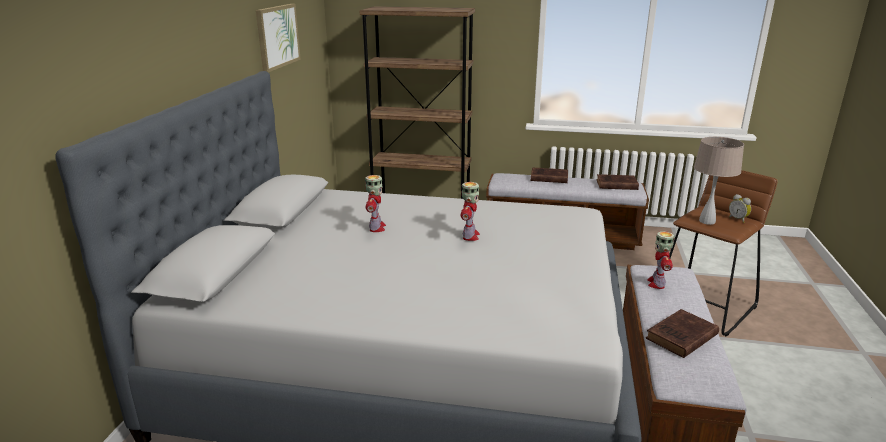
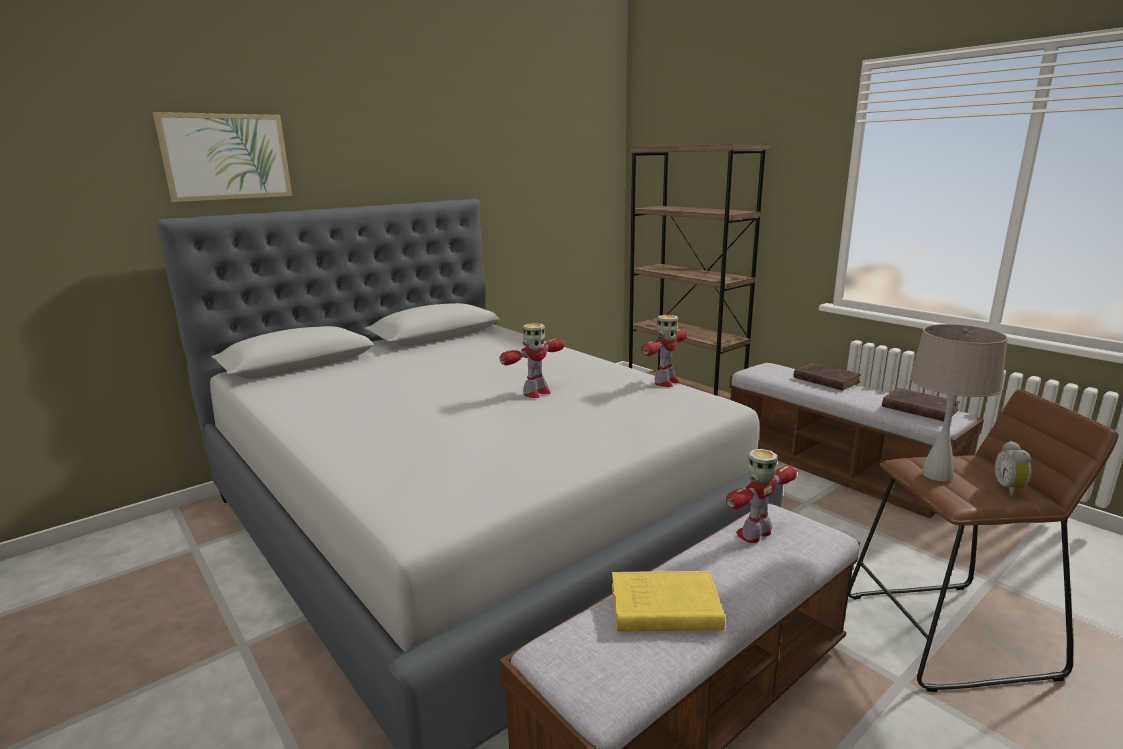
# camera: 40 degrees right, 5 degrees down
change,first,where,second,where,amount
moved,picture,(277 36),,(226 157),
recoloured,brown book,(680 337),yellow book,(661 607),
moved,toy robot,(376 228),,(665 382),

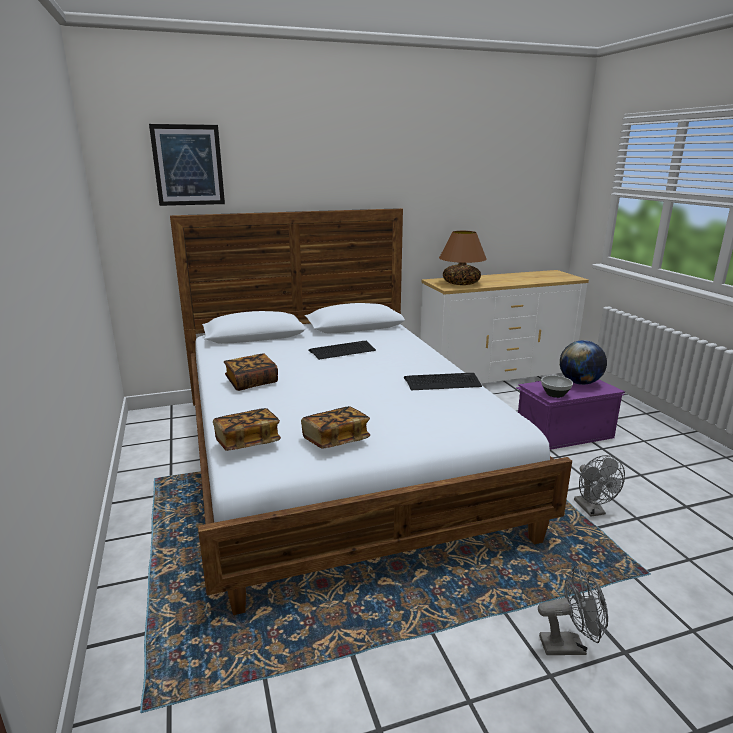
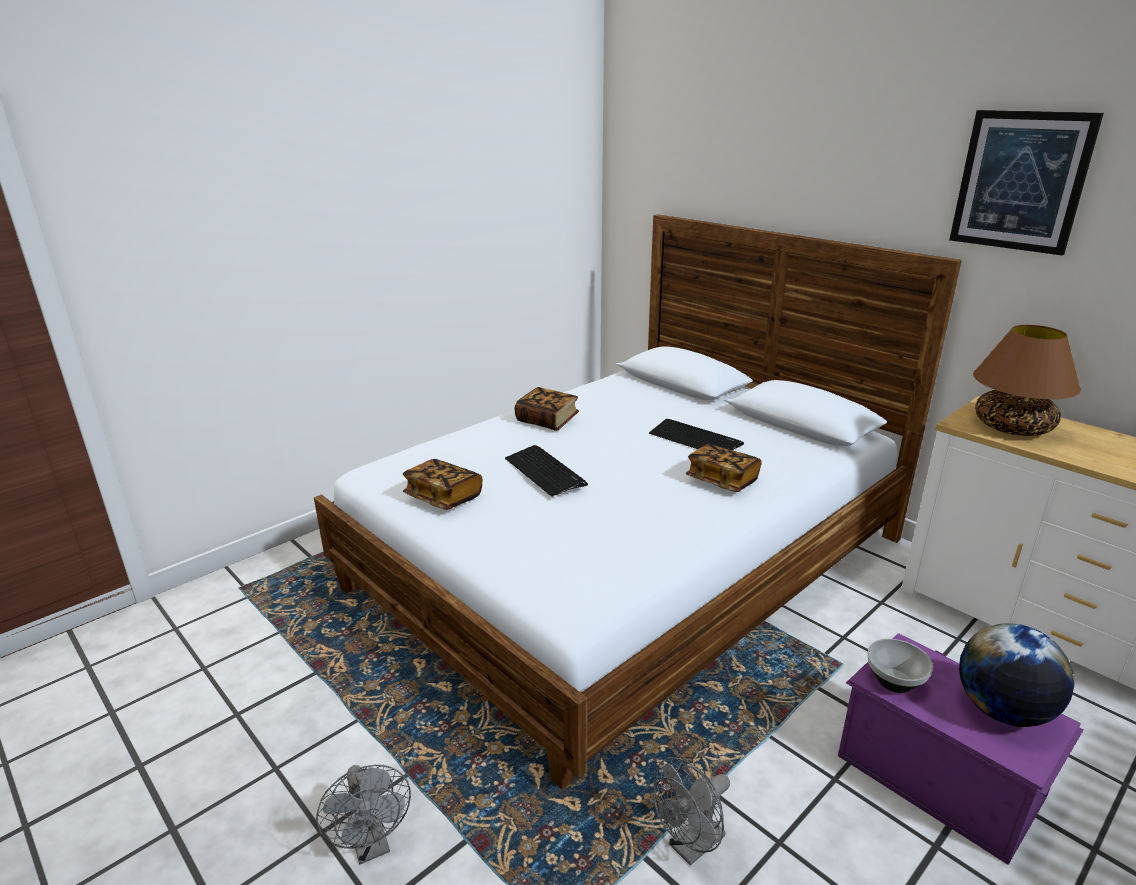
# camera: 65 degrees right, 5 degrees up
change,first,where,second,where,amount
moved,keyboard,(442 382),,(545 471),
moved,book,(247 442),,(722 481),
moved,picture,(188 165),,(1021 181),

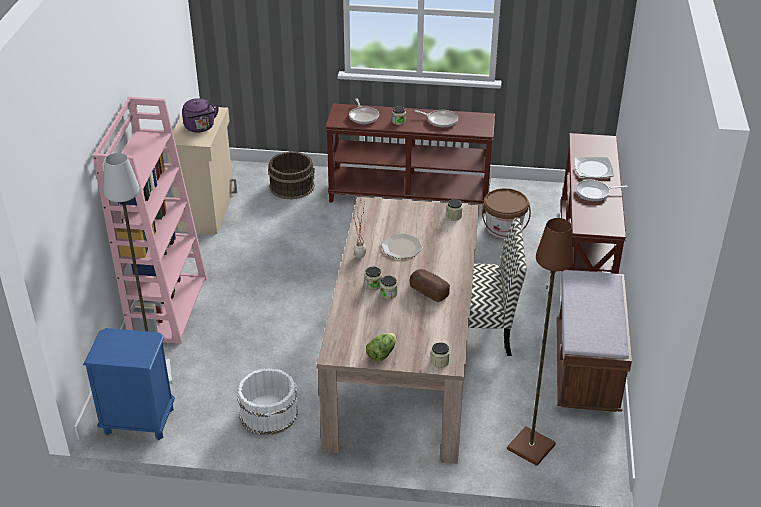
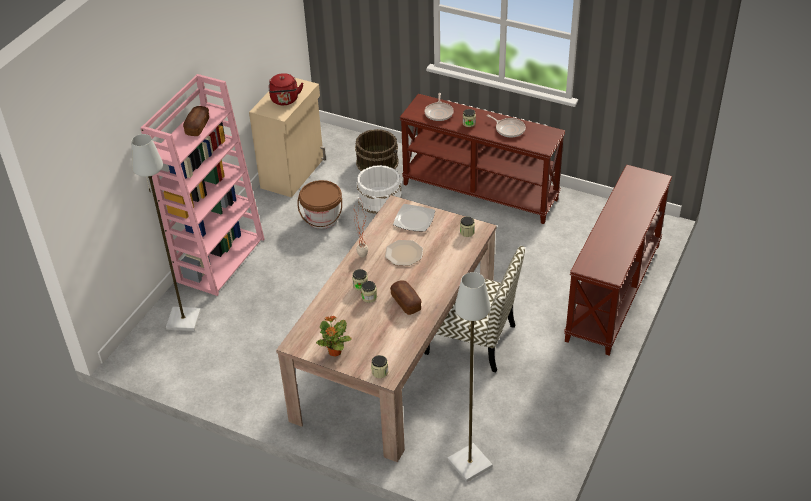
# camera: 20 degrees right, 5 degrees up
change,first,where,second,where,amount
added,,,bread,(197 126),
recoloured,purple kettle,(200 128),red kettle,(285 100),
moved,brown bucket,(504 229),,(322 218),
replaced,lettuce,(381 353),potted plant,(334 352),
moved,white bucket,(268 413),,(379 199),
moved,plate,(593 169),,(414 219),
recoloured,brown floor lamp,(530 447),grey floor lamp,(468 463),
removed,blue nightstand,(139 421),,,
removed,brown bench,(586 369),,,
removed,frying pan,(595 193),,,

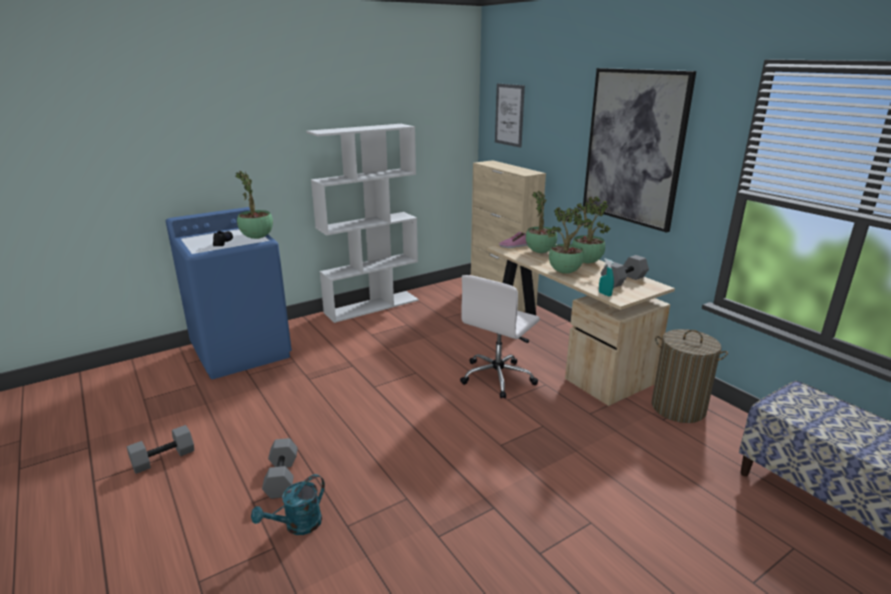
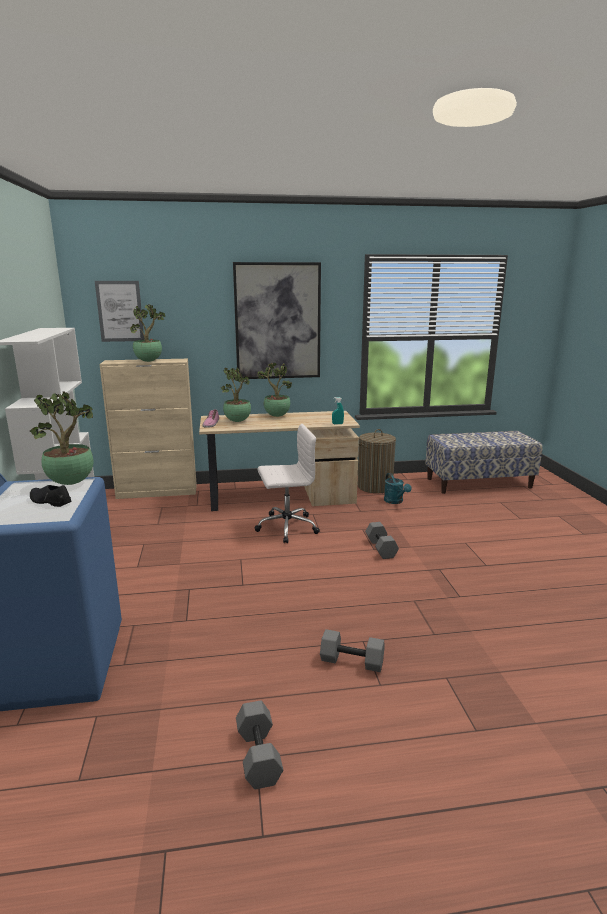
# camera: 65 degrees left, 5 degrees down
change,first,where,second,where,amount
moved,potted plant,(565 272),,(149 361),
turned,white office chair,(498 377),,(286 527),75 degrees counterclockwise
moved,grey dumbbell,(623 281),,(381 548),
moved,turquoise watering can,(297 526),,(395 501),

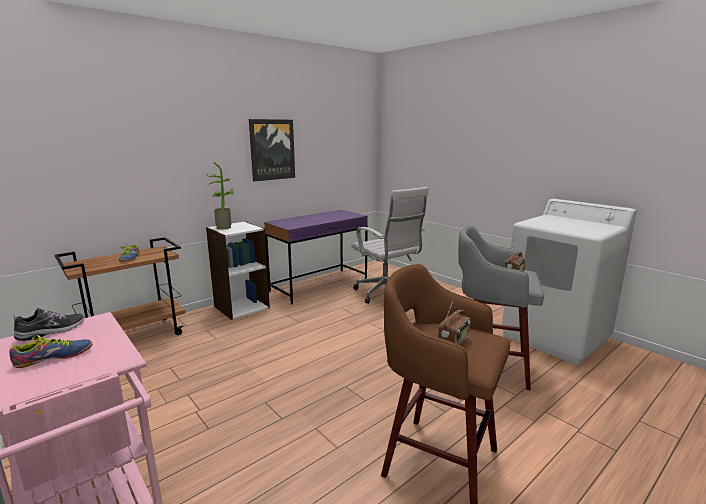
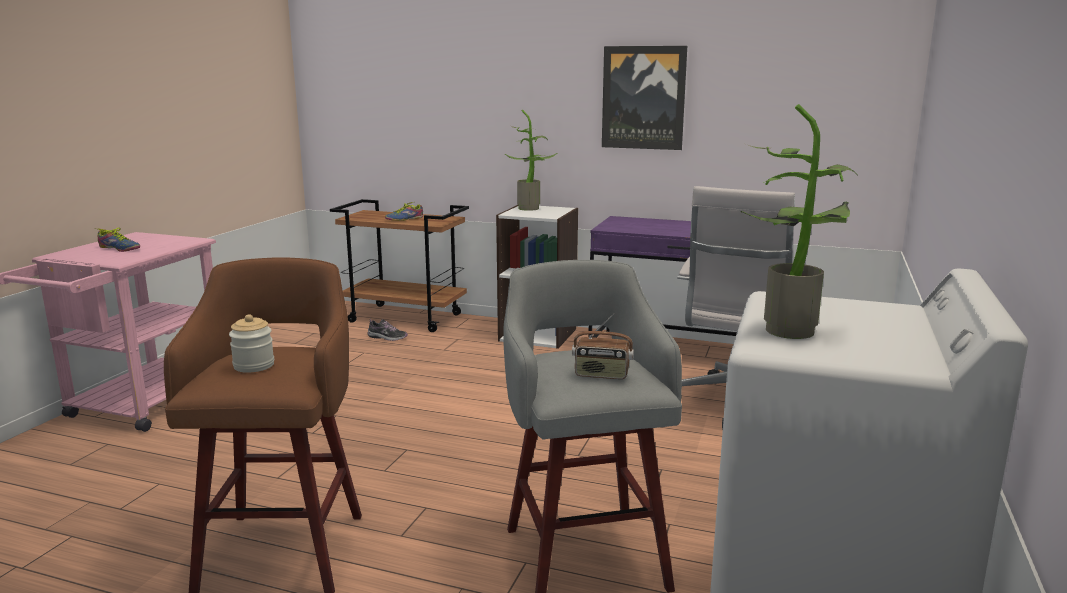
# camera: 60 degrees right, 0 degrees up
change,first,where,second,where,amount
replaced,radio,(454 341),jar,(254 365),
moved,shoe,(52 331),,(387 337),
added,,,potted plant,(791 328),

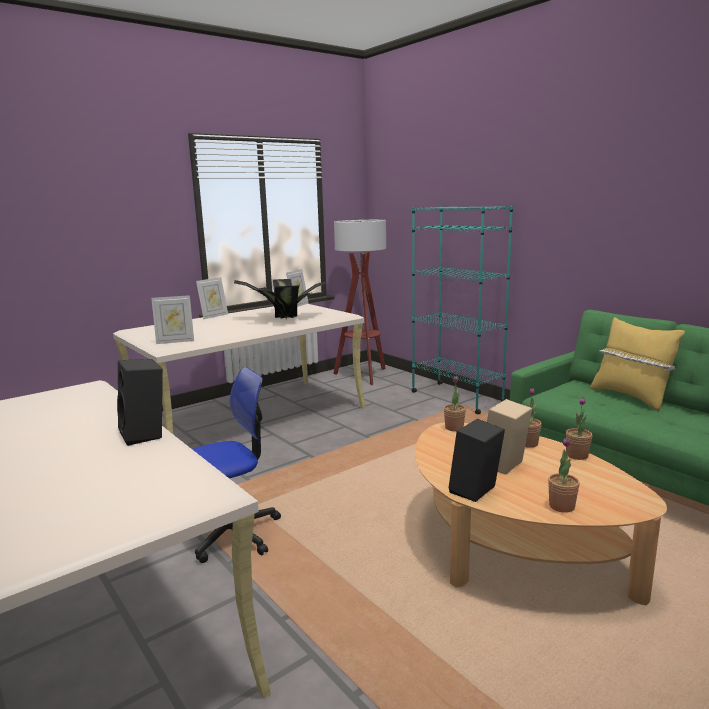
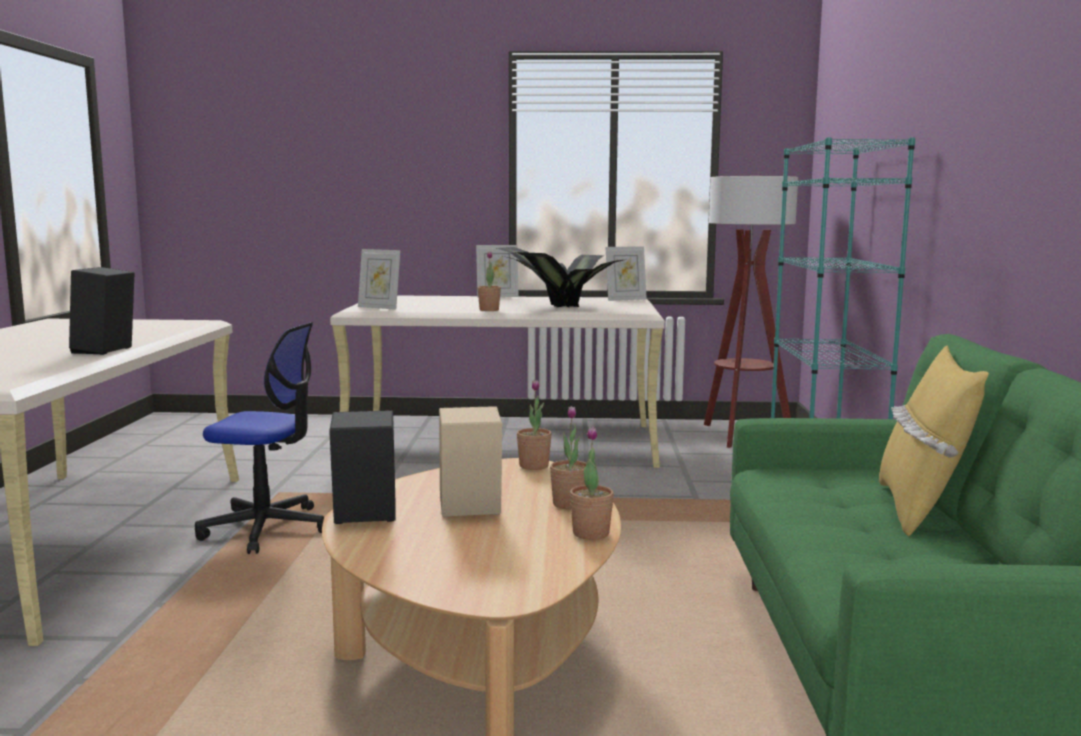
# camera: 40 degrees right, 5 degrees down
change,first,where,second,where,amount
moved,potted plant,(561 506),,(489 310),

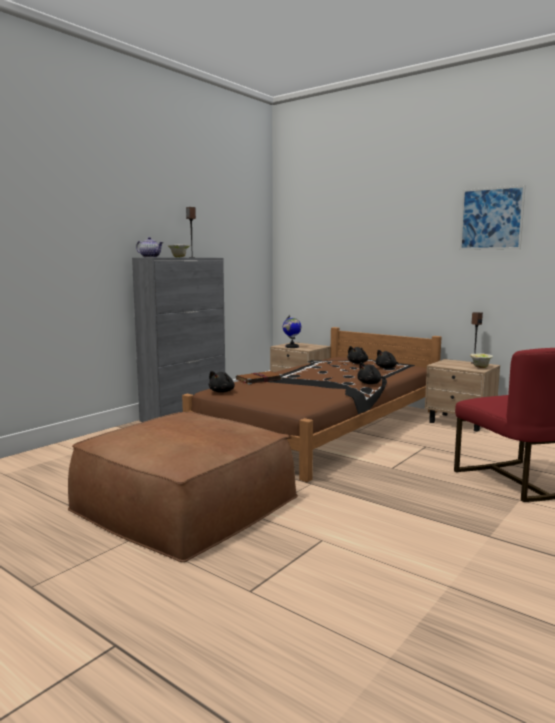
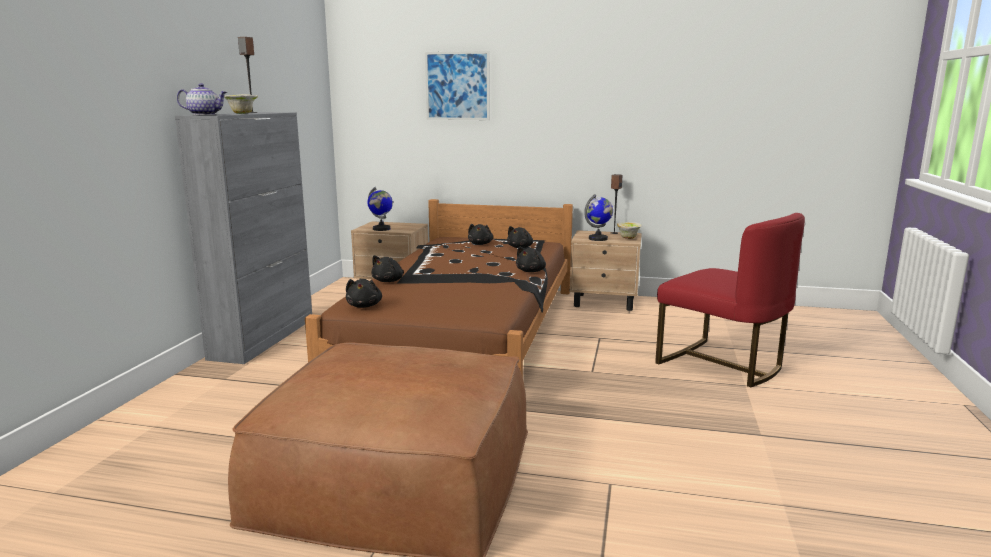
# camera: 25 degrees left, 5 degrees up
change,first,where,second,where,amount
replaced,brown book,(258 379),black plush toy,(389 281),
moved,picture,(491 218),,(457 86),
added,,,globe,(598 239),

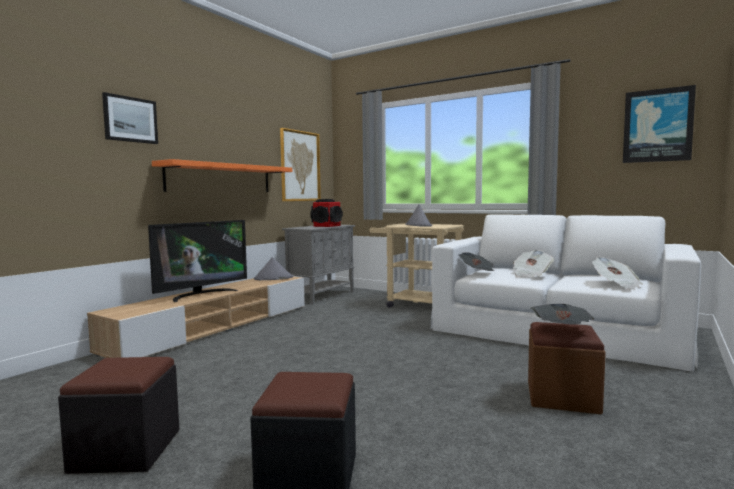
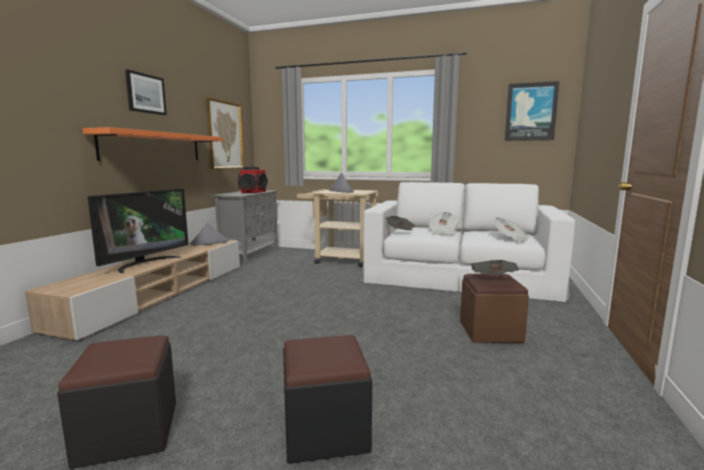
# camera: 15 degrees left, 5 degrees up
change,first,where,second,where,amount
moved,picture,(130 119),,(145 93),

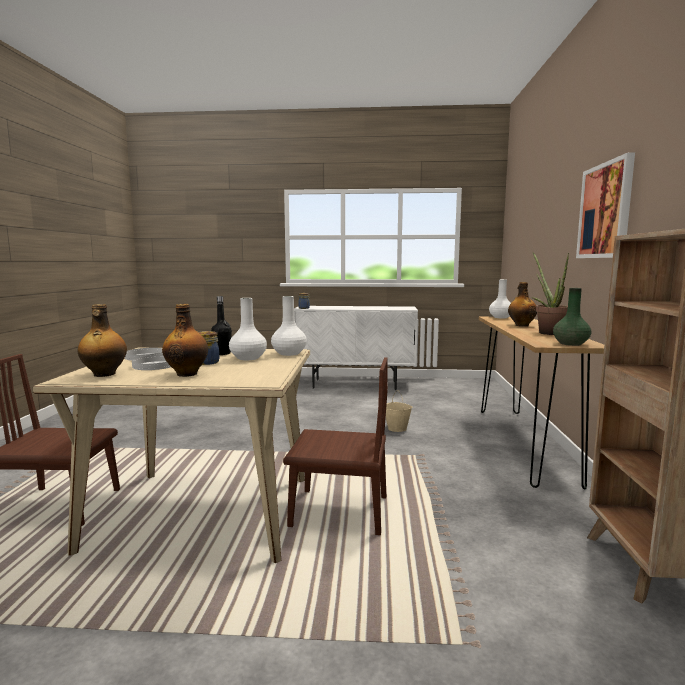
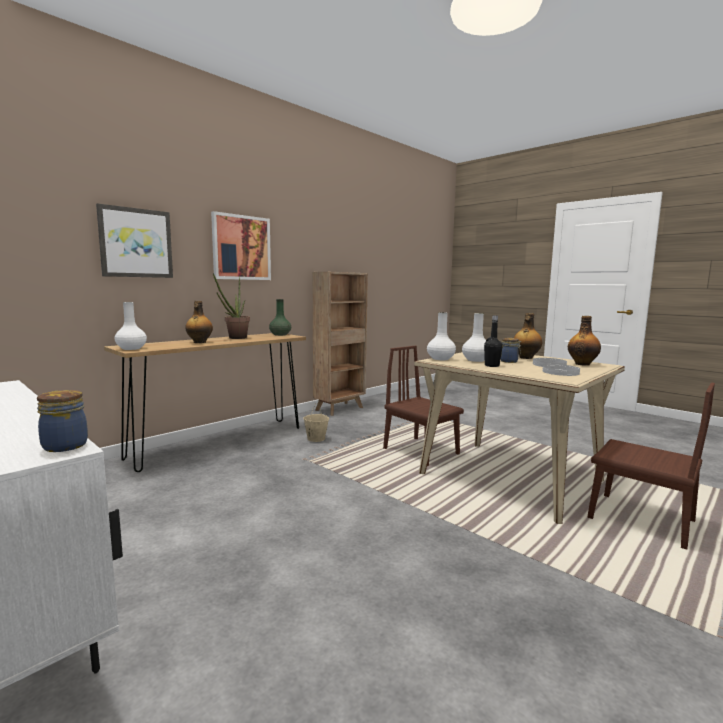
# camera: 140 degrees left, 0 degrees up
change,first,where,second,where,amount
added,,,picture,(136 243),
moved,beige bucket,(397 428),,(315 439),

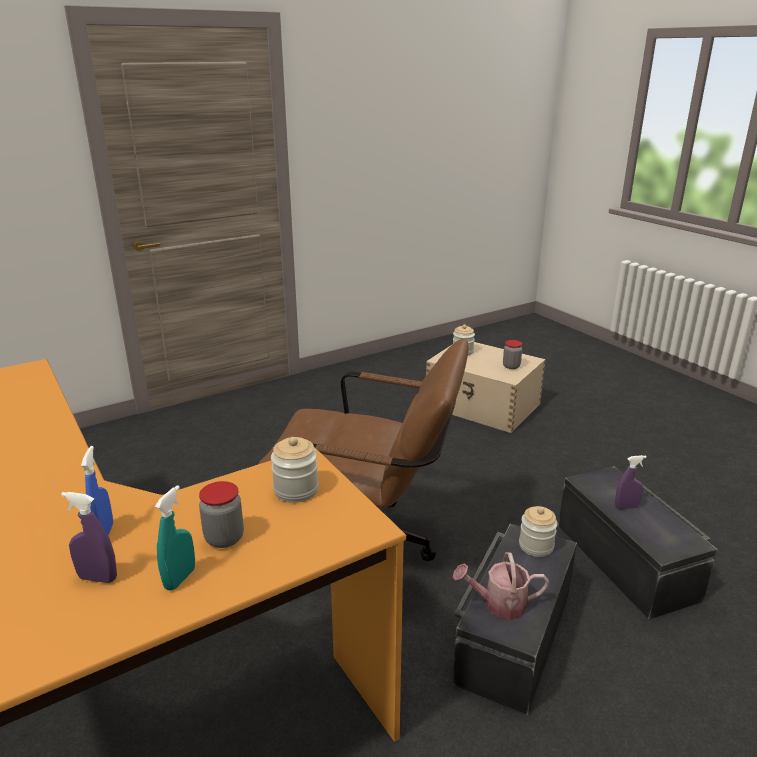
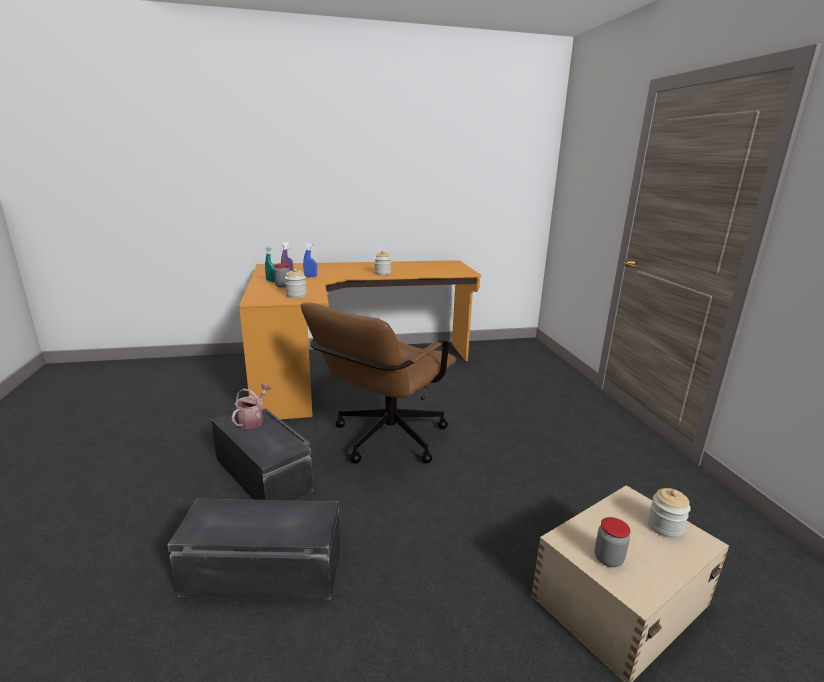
# camera: 110 degrees right, 5 degrees down
change,first,where,second,where,amount
moved,jar,(536 546),,(382 273),
removed,purple spray bottle,(626 507),,,

